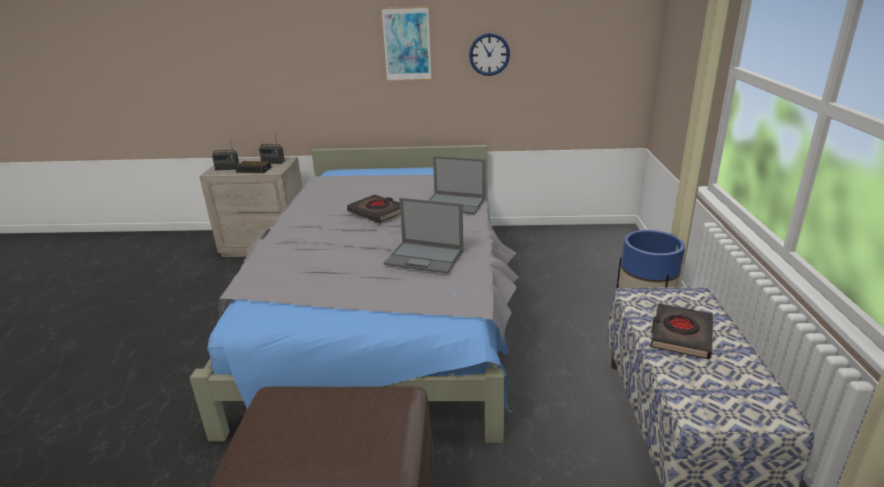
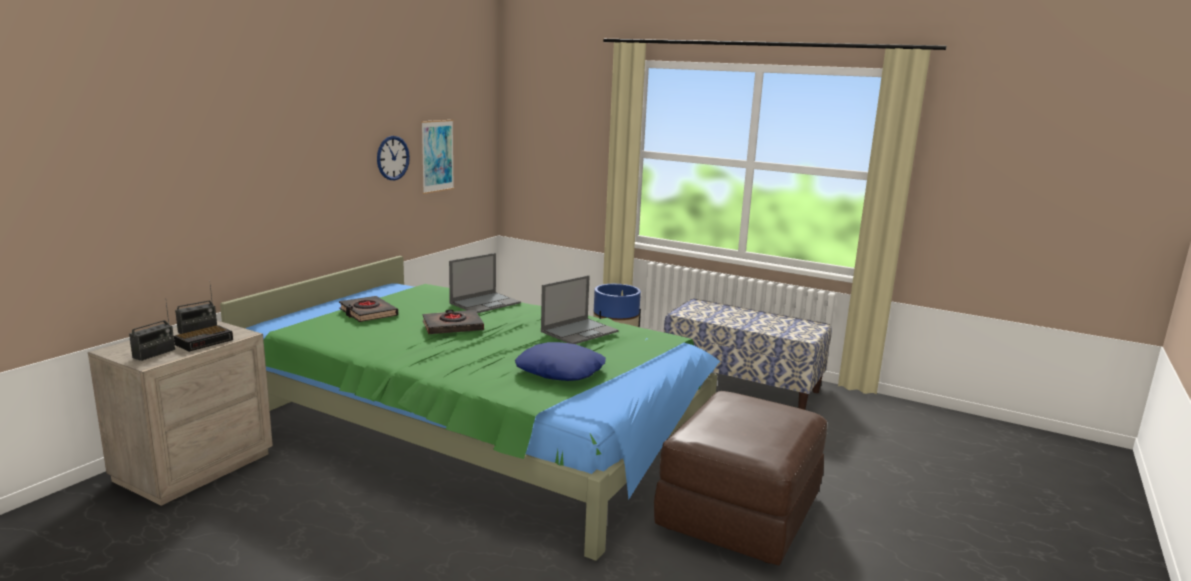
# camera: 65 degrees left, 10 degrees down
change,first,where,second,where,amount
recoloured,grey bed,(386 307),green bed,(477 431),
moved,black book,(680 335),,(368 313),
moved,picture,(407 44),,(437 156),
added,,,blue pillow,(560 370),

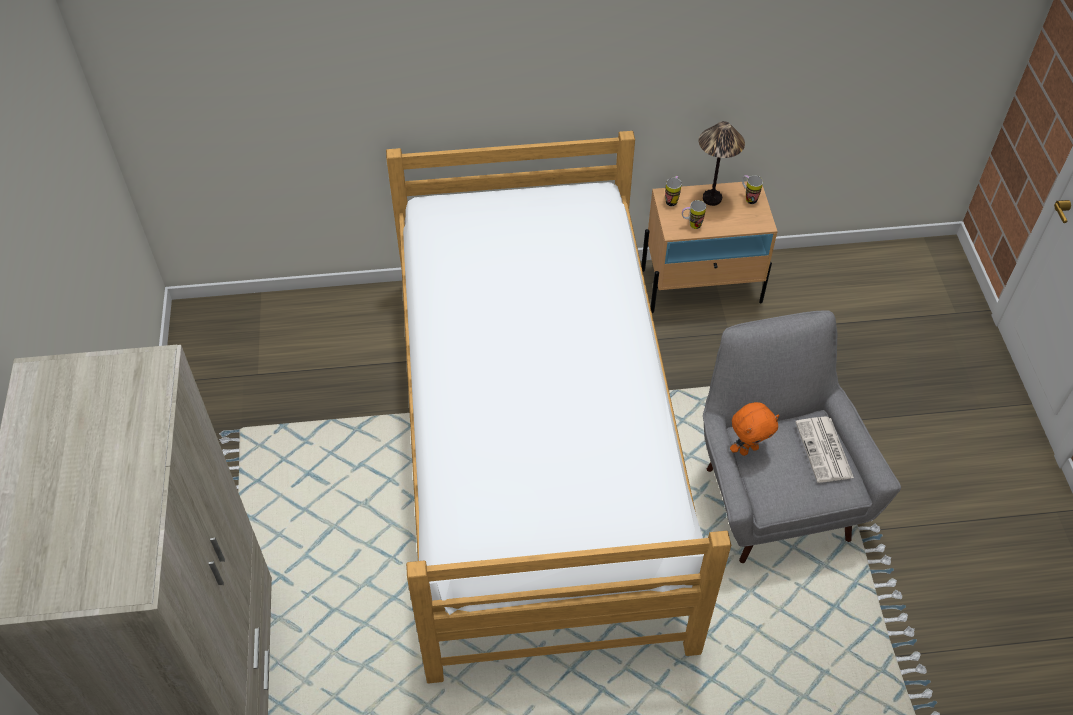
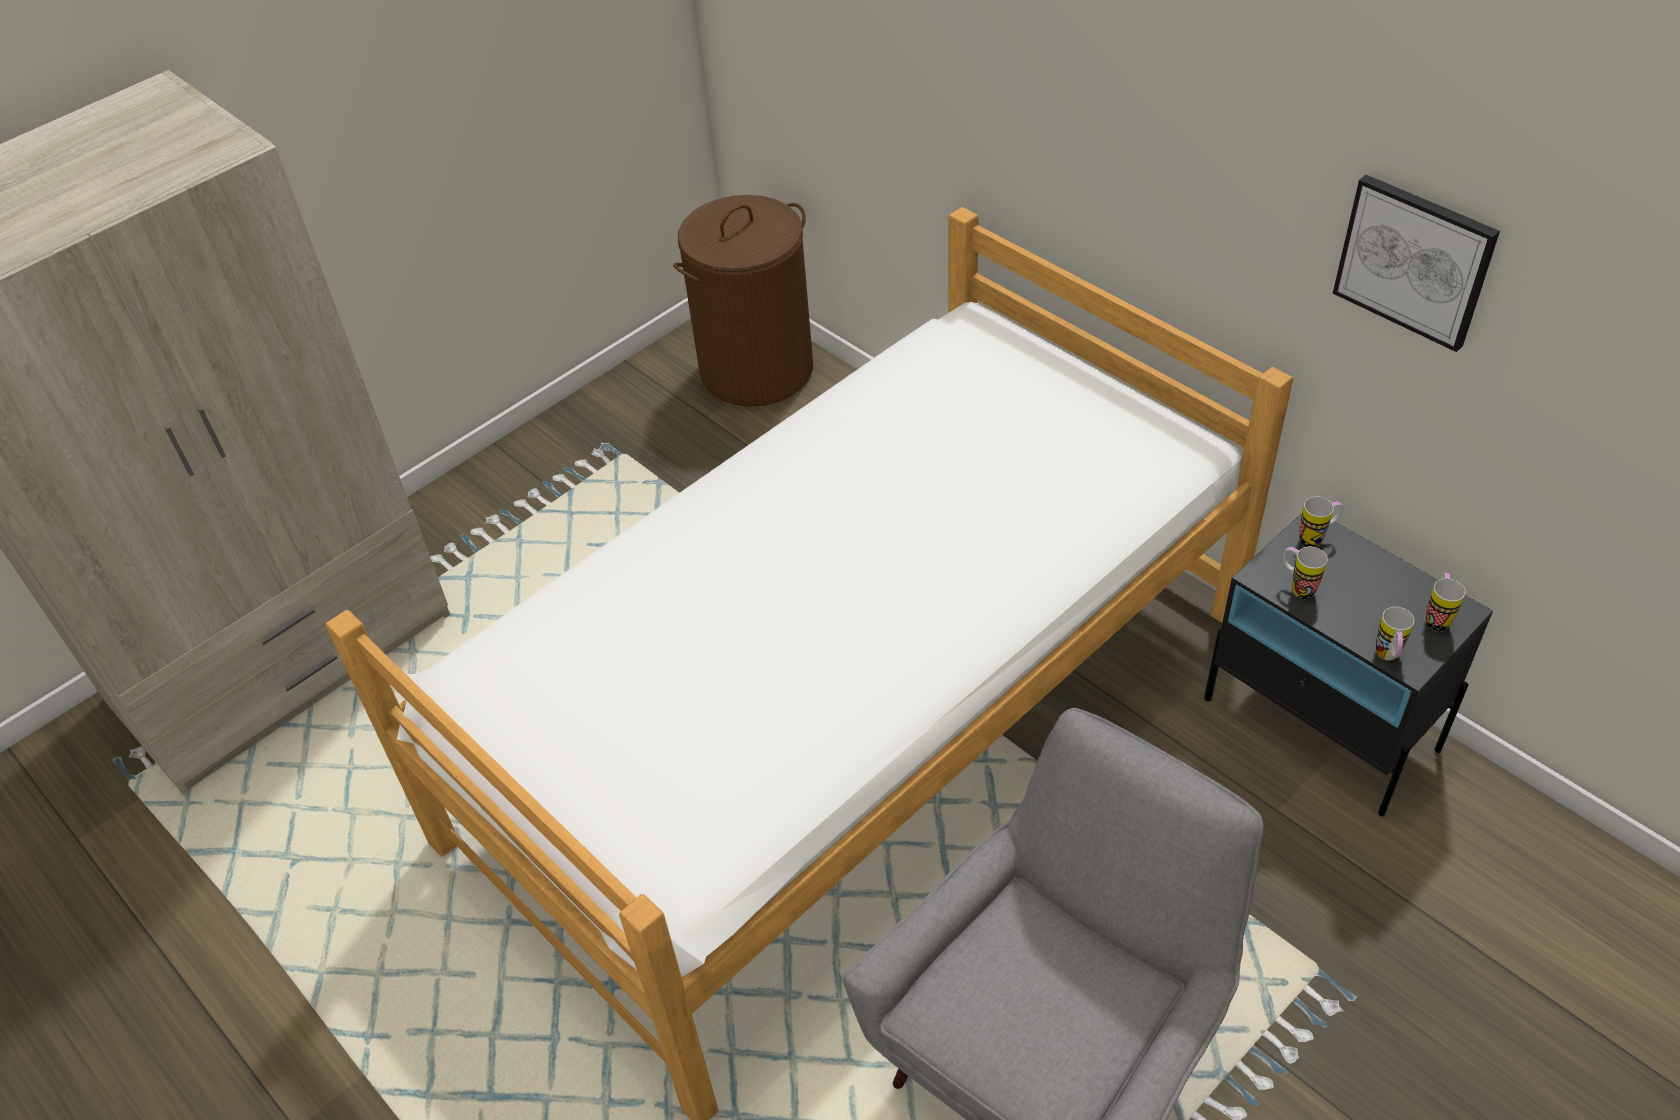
# camera: 55 degrees right, 5 degrees down
change,first,where,second,where,amount
added,,,brown laundry basket,(756 369),
recoloured,beige nightstand,(702 286),black nightstand,(1321 725),
added,,,picture,(1415 261),
added,,,mug,(1387 658),
removed,table lamp,(712 199),,,
removed,orange plush toy,(748 449),,,
removed,newspaper,(825 451),,,

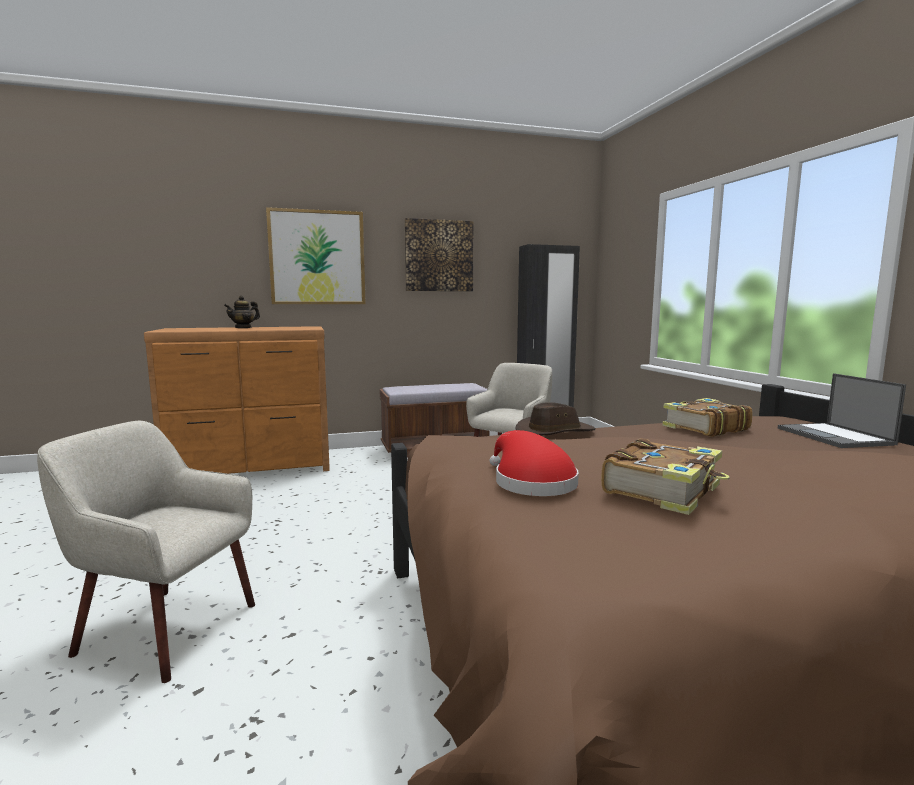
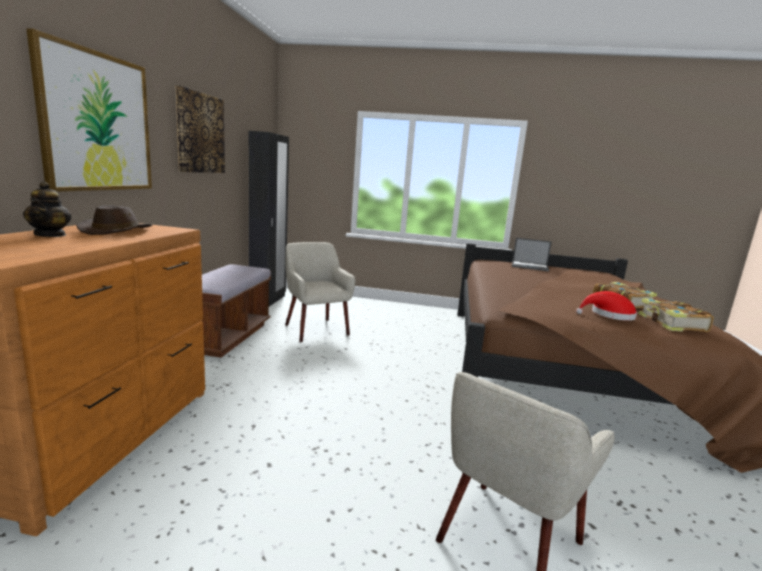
# camera: 65 degrees left, 5 degrees up
change,first,where,second,where,amount
moved,brown hat,(554 432),,(117 231),
moved,book,(704 428),,(671 324),

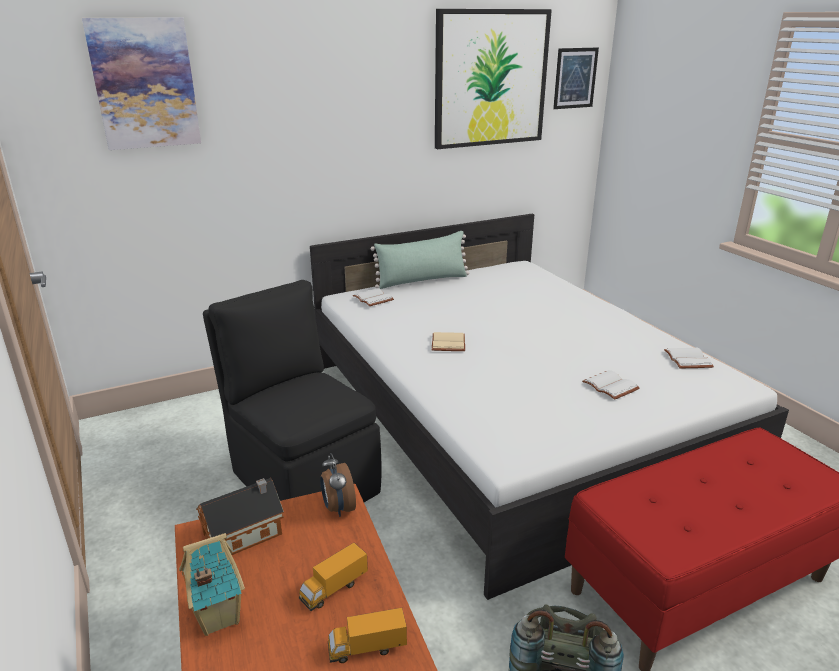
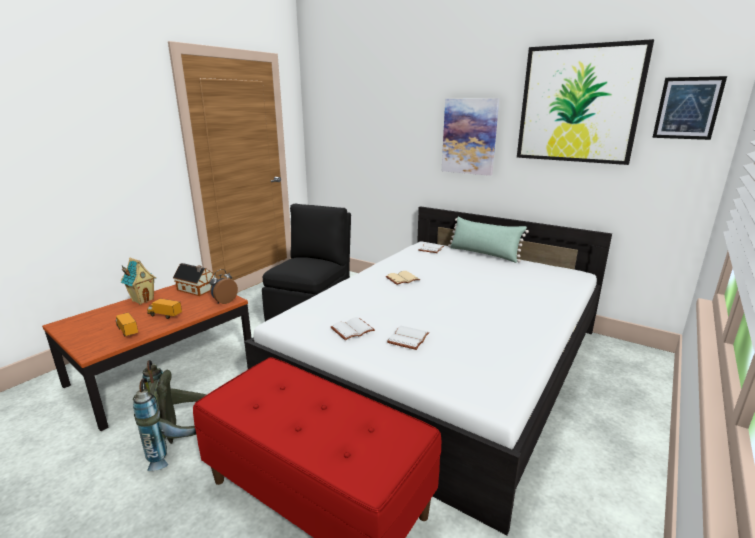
# camera: 60 degrees right, 5 degrees down
change,first,where,second,where,amount
moved,white book,(686 359),,(352 329),
moved,picture,(144 84),,(469 136),

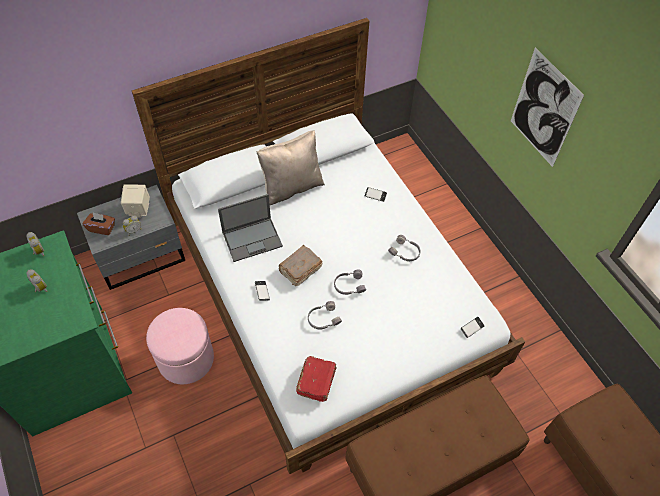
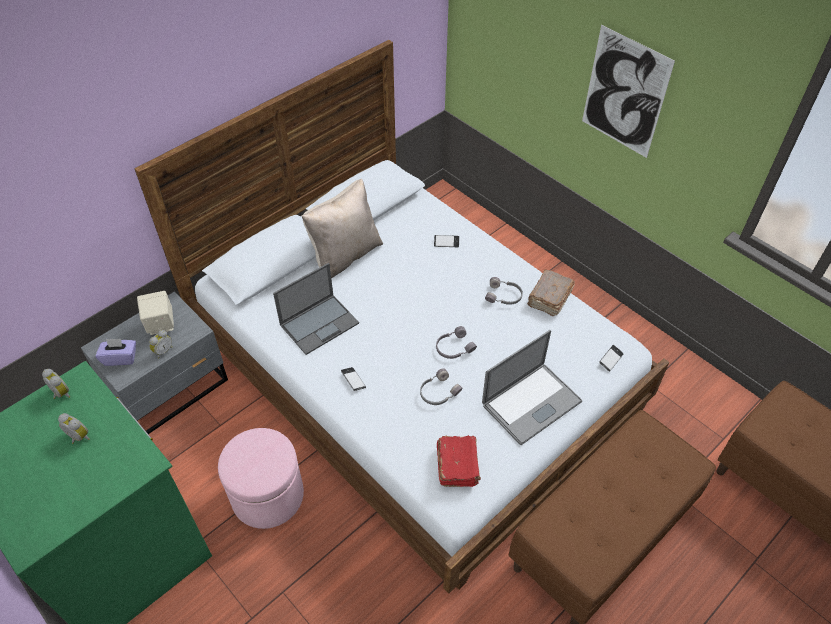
# camera: 15 degrees left, 5 degrees down
change,first,where,second,where,amount
recoloured,brown tissue box,(102 228),purple tissue box,(120 358),
added,,,laptop,(531 403),
moved,brown book,(300 270),,(549 298),

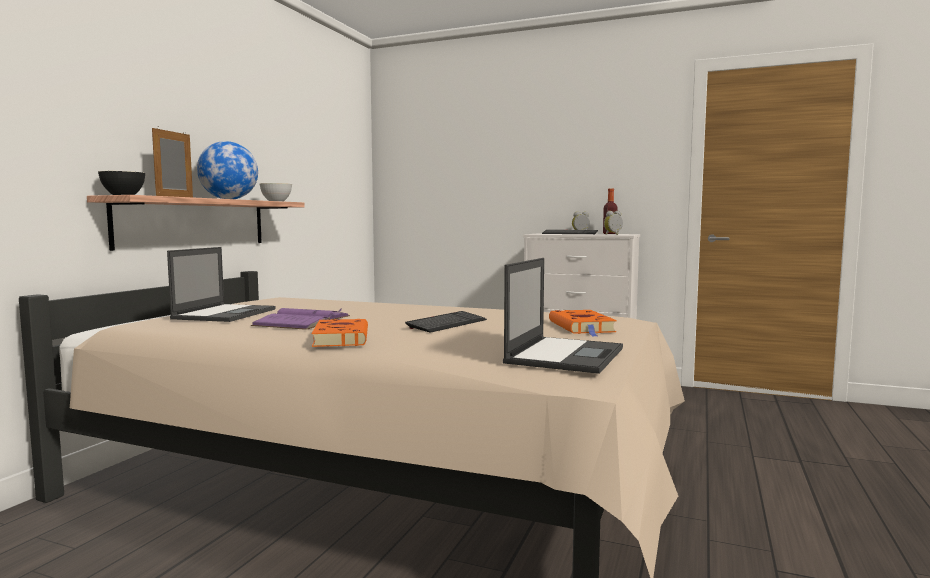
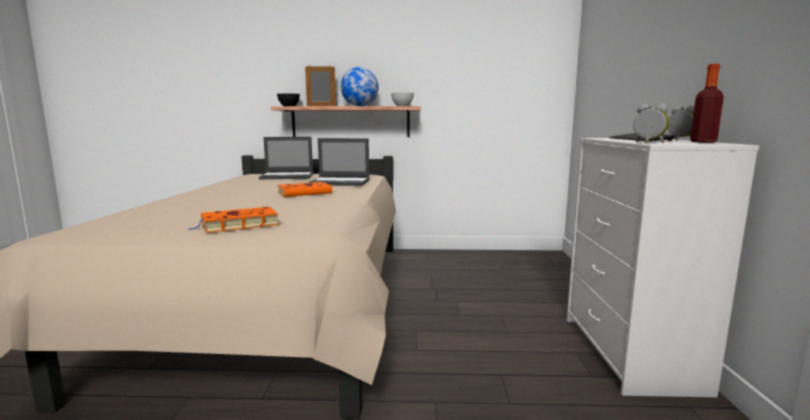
# camera: 70 degrees right, 5 degrees up
change,first,where,second,where,amount
moved,orange book,(341 338),,(306 193),
moved,laptop,(565 355),,(340 182),
removed,purple book,(302 321),,,
removed,keyboard,(447 324),,,

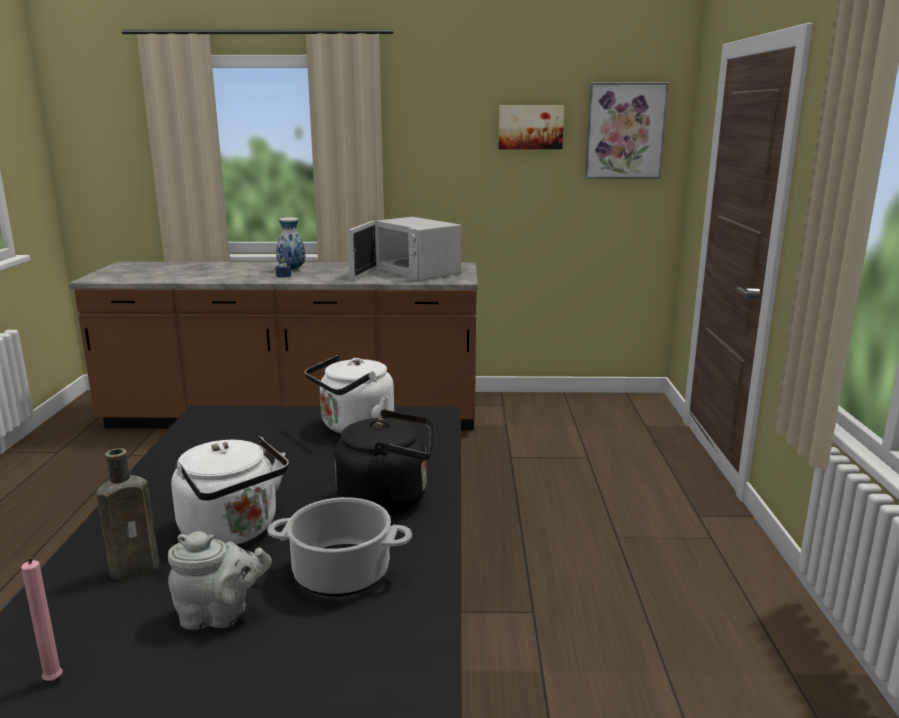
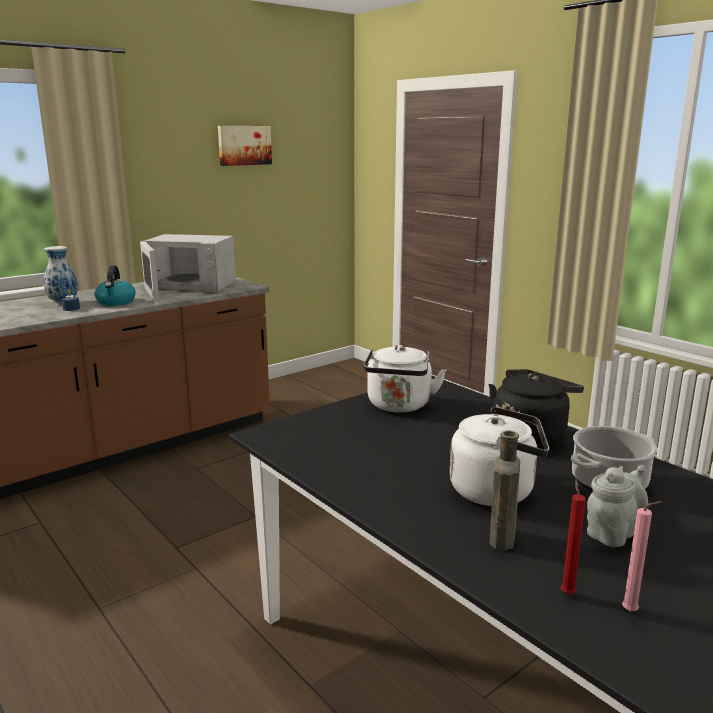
# camera: 40 degrees left, 0 degrees up
change,first,where,second,where,amount
added,,,kettle,(116 302),
added,,,red candle,(567 592),
removed,picture,(625 131),,,

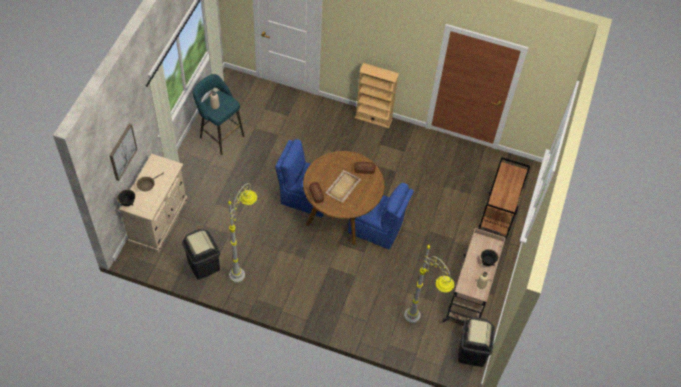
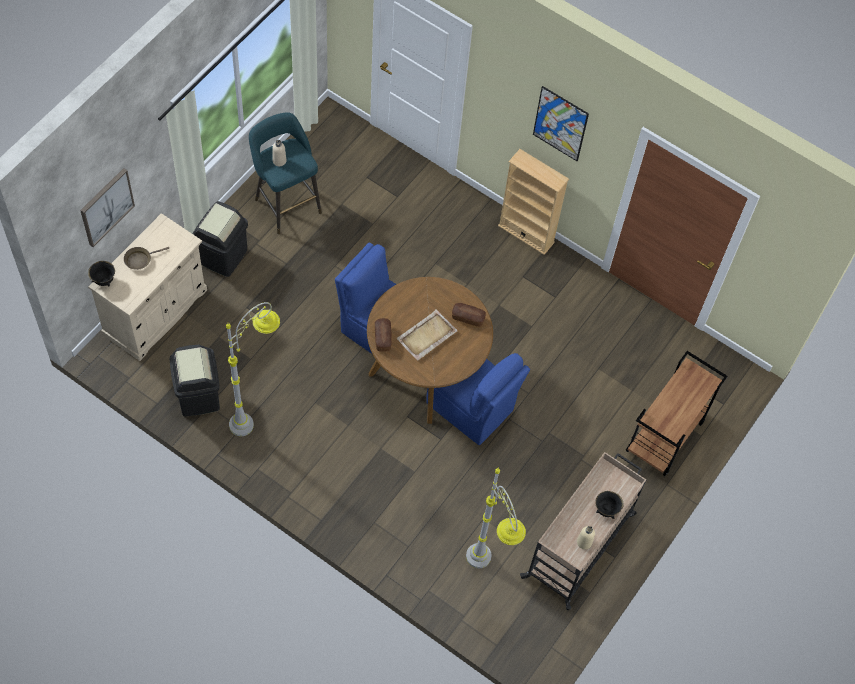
# camera: 15 degrees right, 5 degrees up
change,first,where,second,where,amount
moved,black trash can,(471 352),,(222 256),
added,,,picture,(560 123),

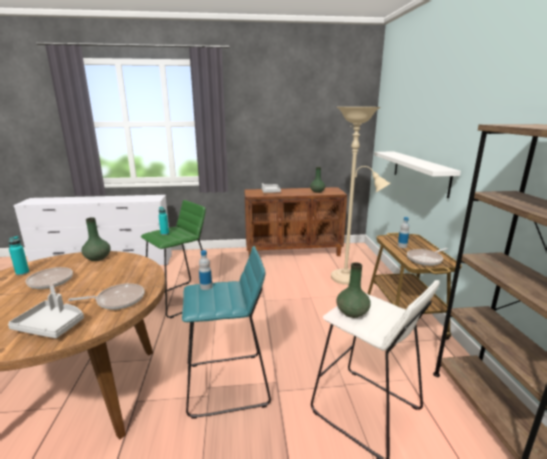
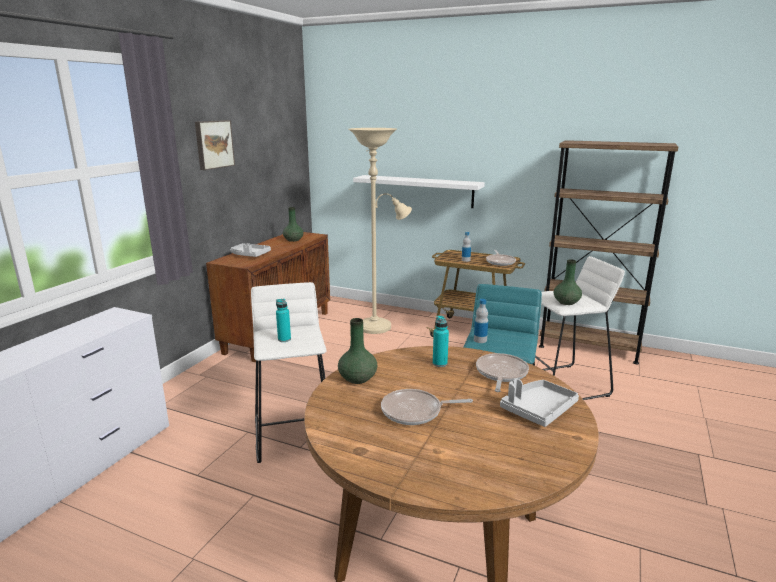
# camera: 60 degrees left, 0 degrees up
change,first,where,second,where,amount
added,,,picture,(213 144),
recoloured,green stool,(181 299),white stool,(295 433),
moved,turquoise bottle,(22 272),,(440 363),

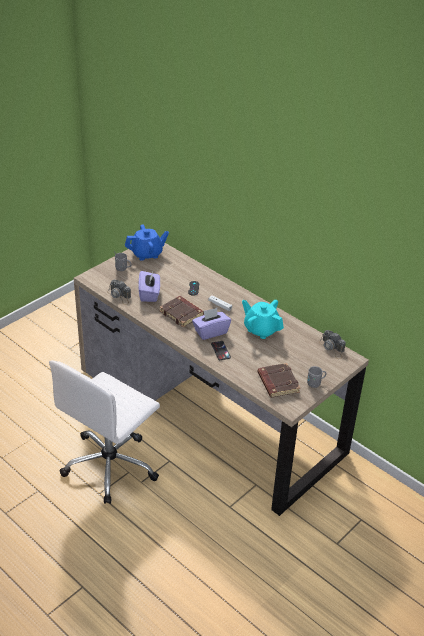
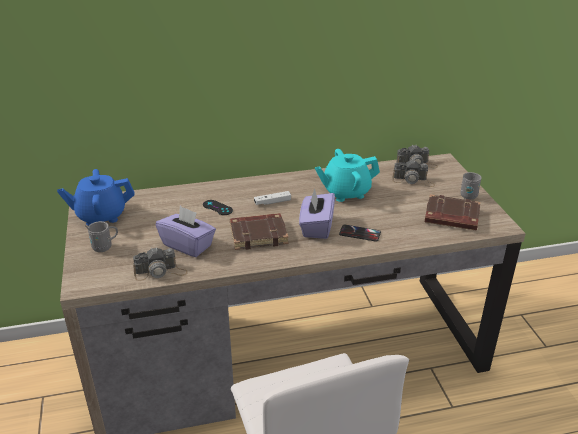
# camera: 55 degrees left, 5 degrees down
change,first,where,second,where,amount
turned,blue teapot,(147 254),,(101 215),120 degrees counterclockwise
added,,,photo camera,(413 180),

